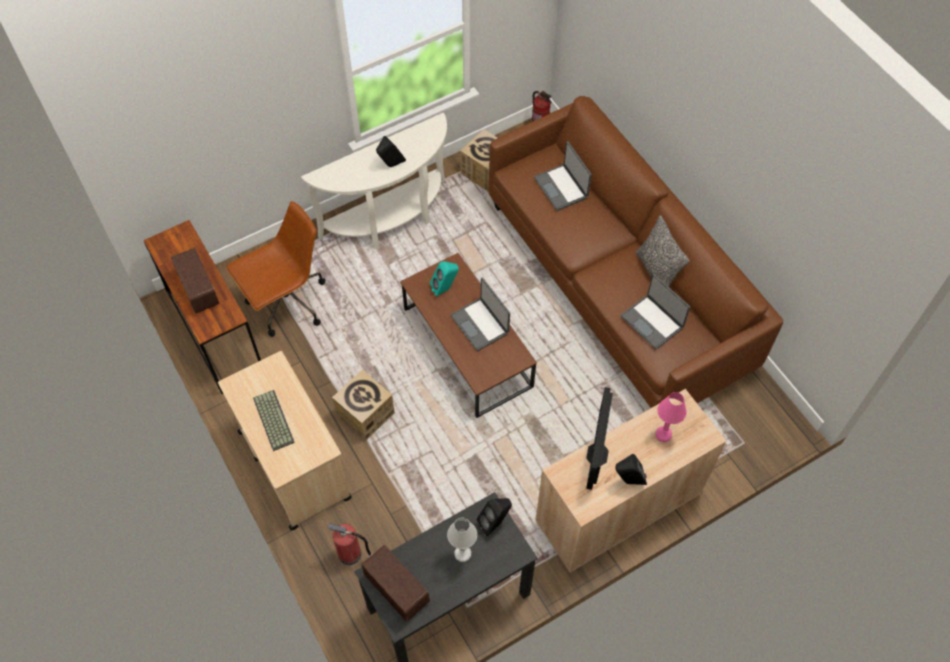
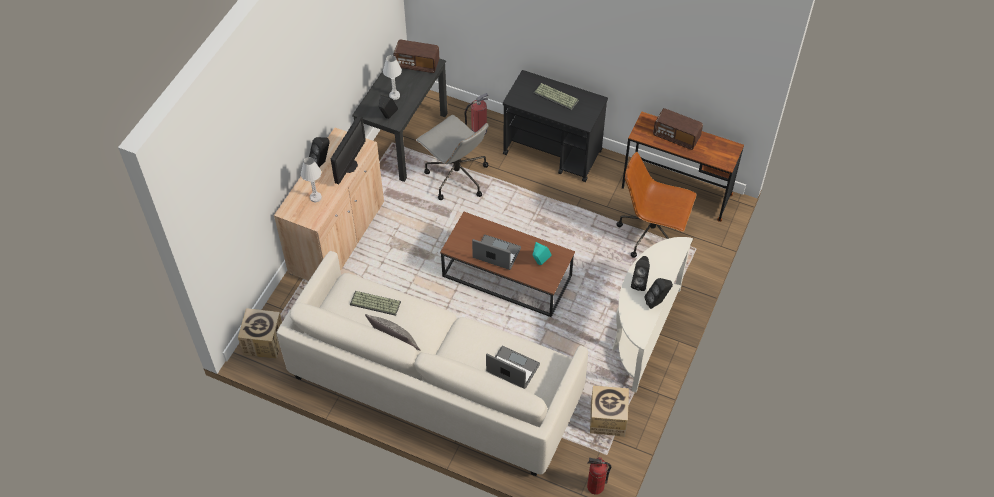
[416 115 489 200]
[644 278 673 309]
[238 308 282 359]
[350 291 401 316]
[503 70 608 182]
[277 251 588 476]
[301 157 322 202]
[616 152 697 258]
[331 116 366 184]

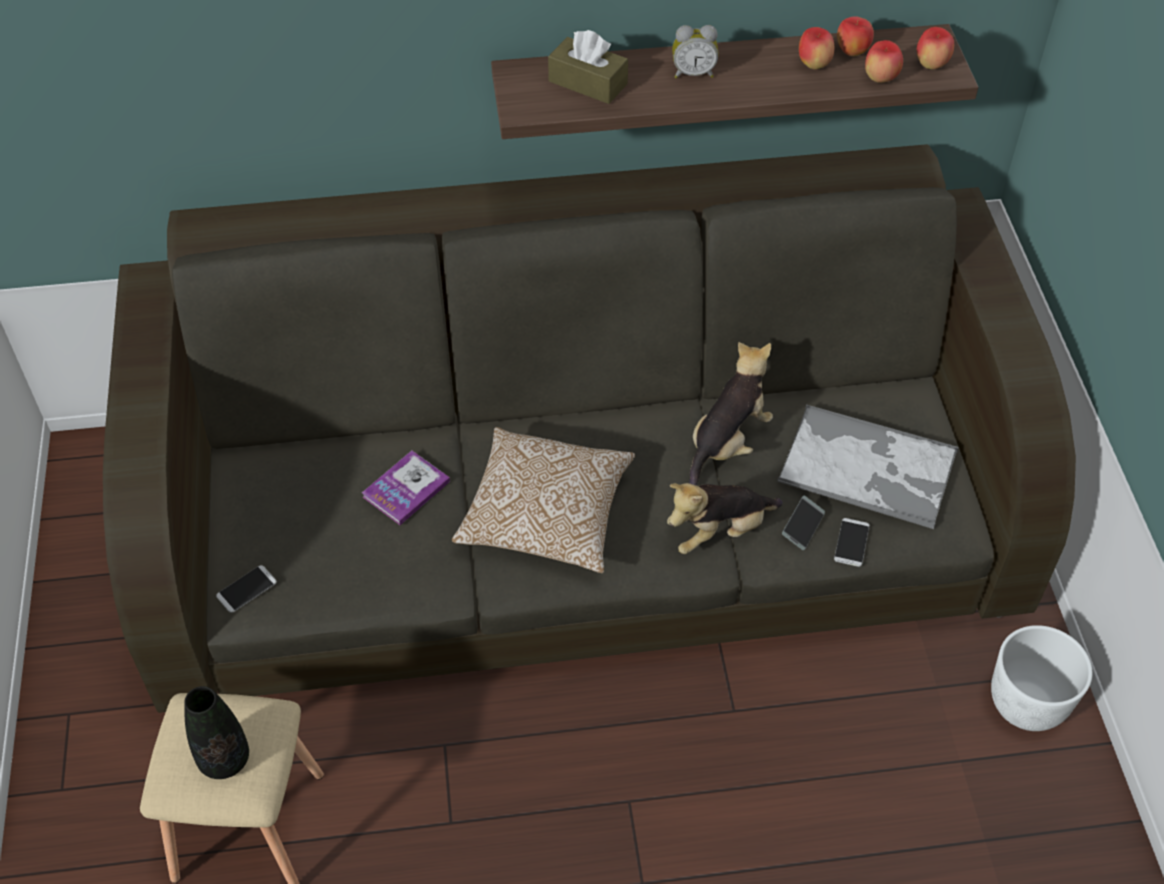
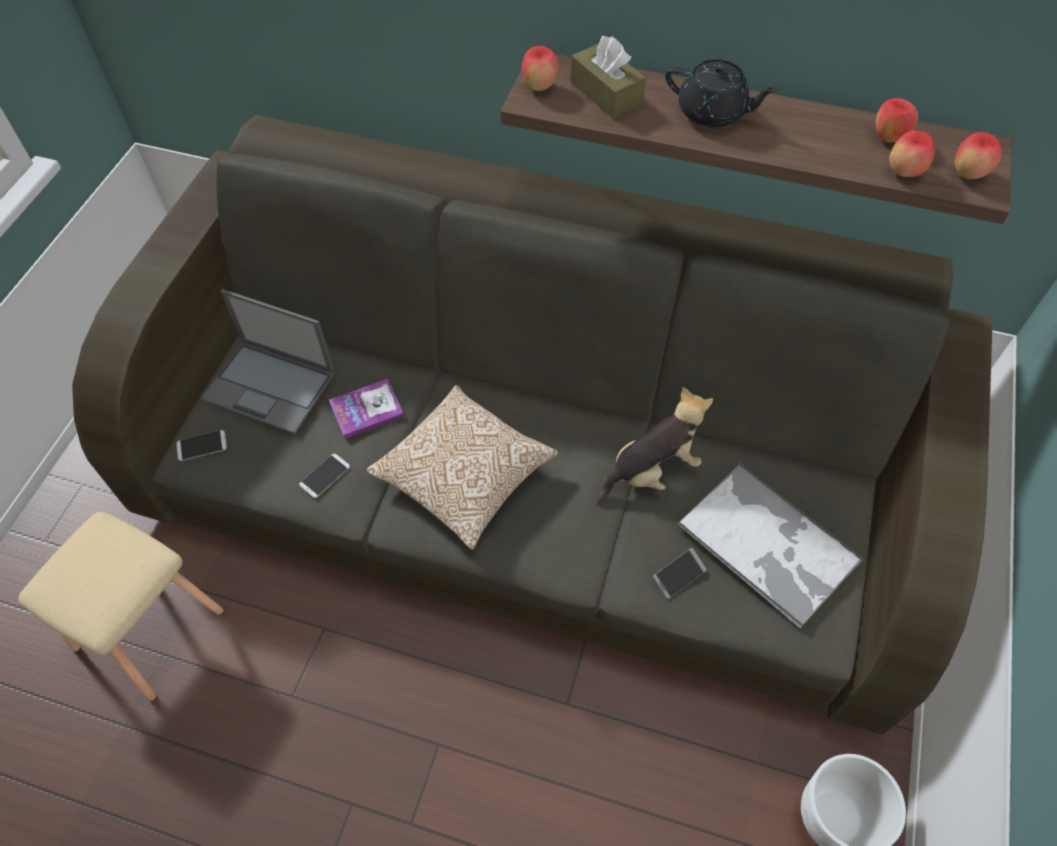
[184 686 249 779] (first image)
[667 483 783 554] (first image)
[201 289 335 434]
[522 46 559 91]
[299 454 350 498]
[665 59 779 128]

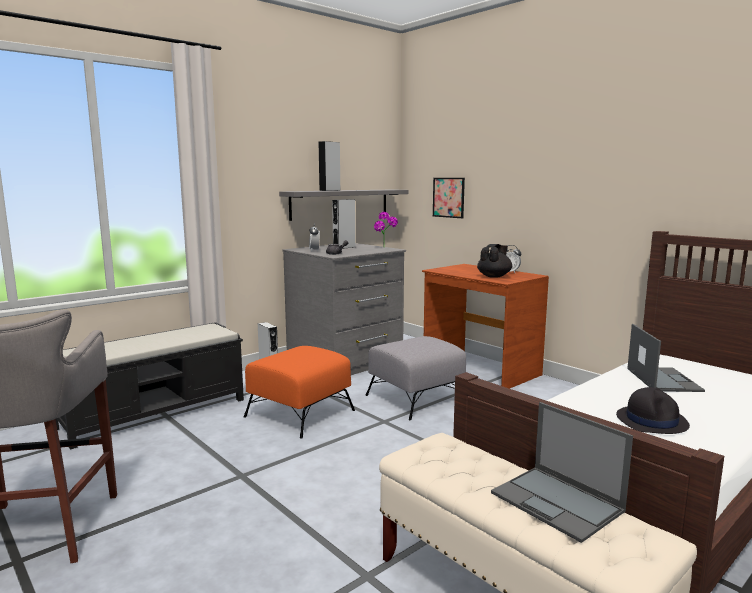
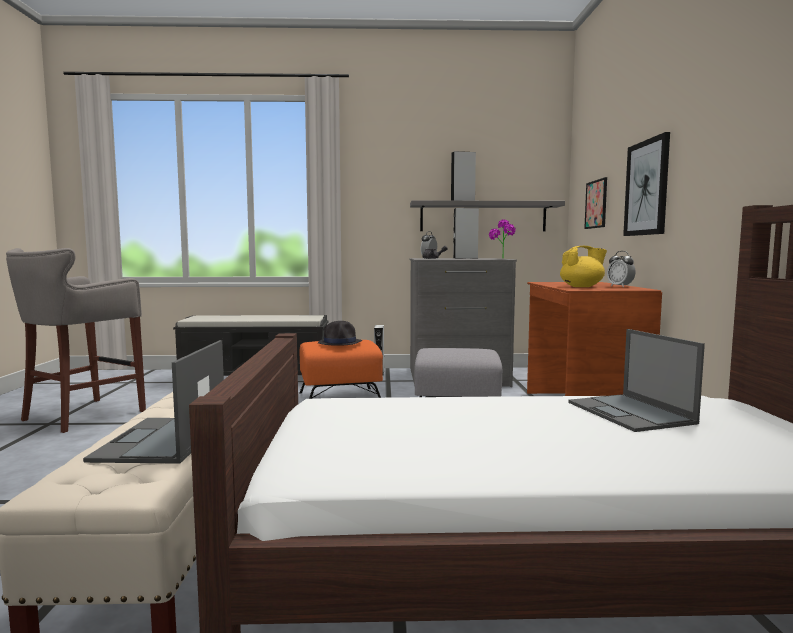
[623 132 670 236]
[318 321 362 346]
[560 246 607 287]
[568 329 705 432]

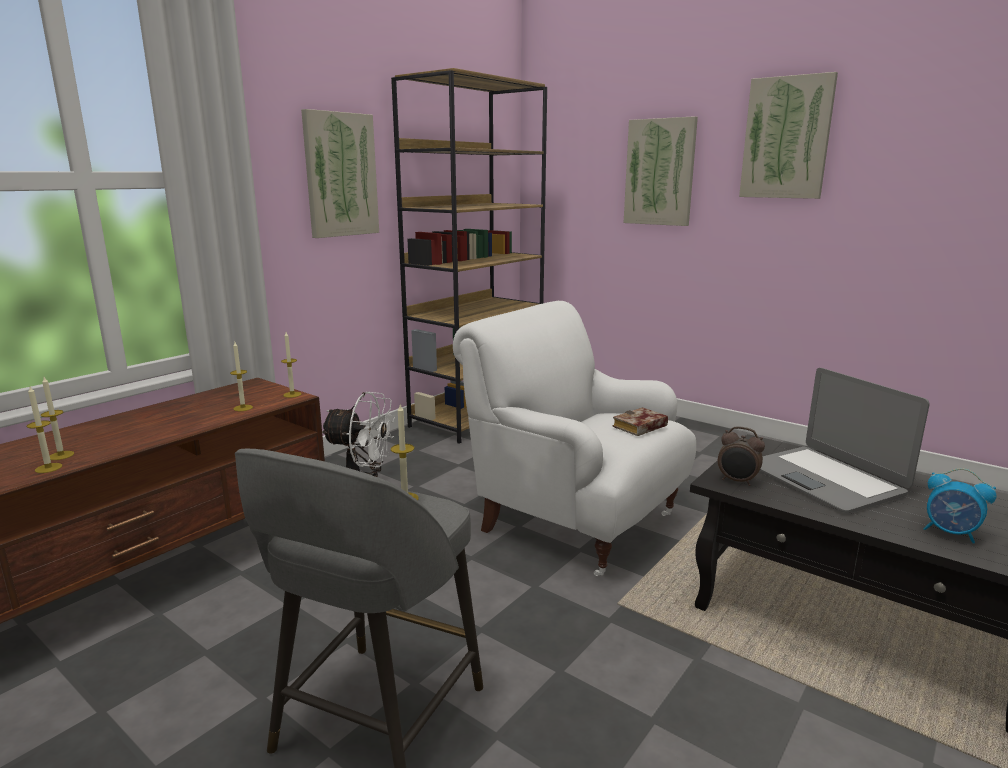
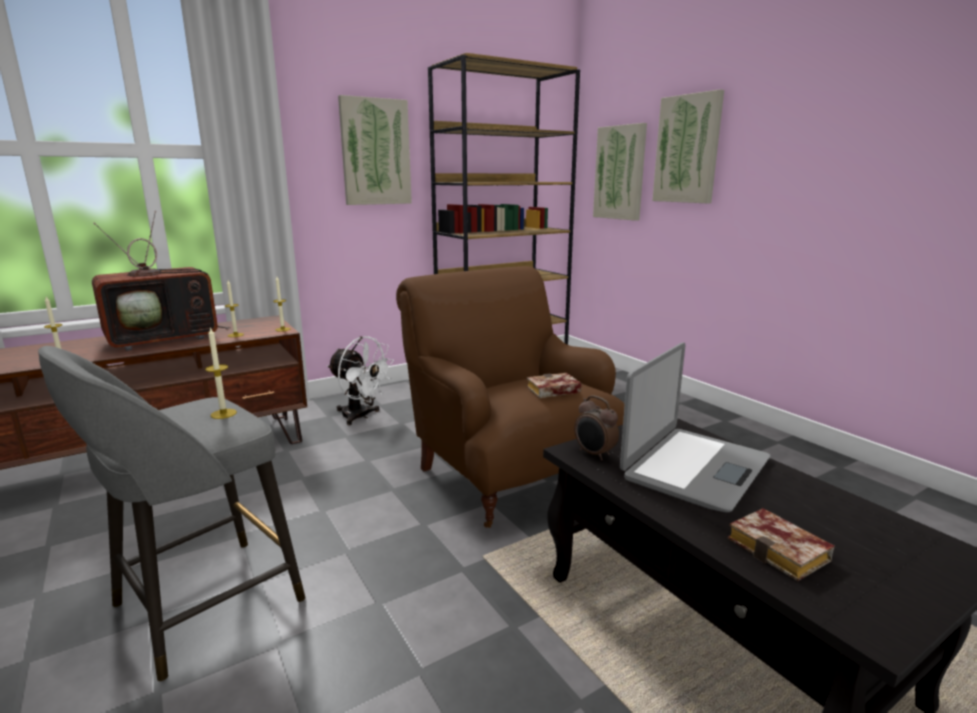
[41 377 74 460] (first image)
[92 211 230 351]
[593 123 647 221]
[727 508 835 581]
[396 266 625 528]
[620 343 770 512]

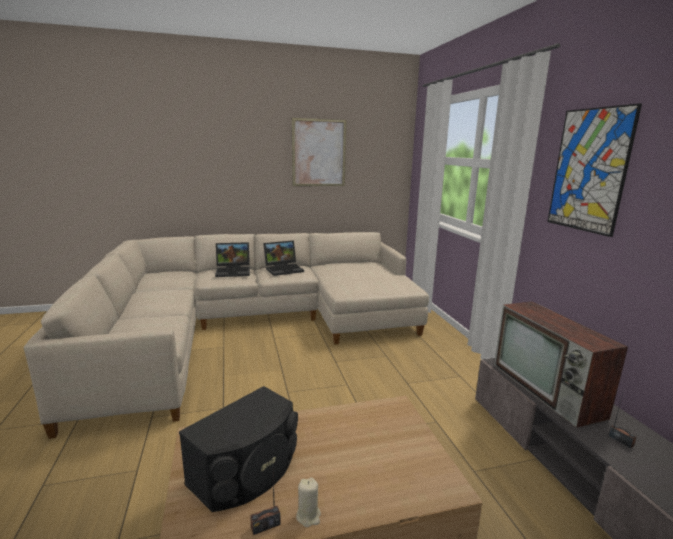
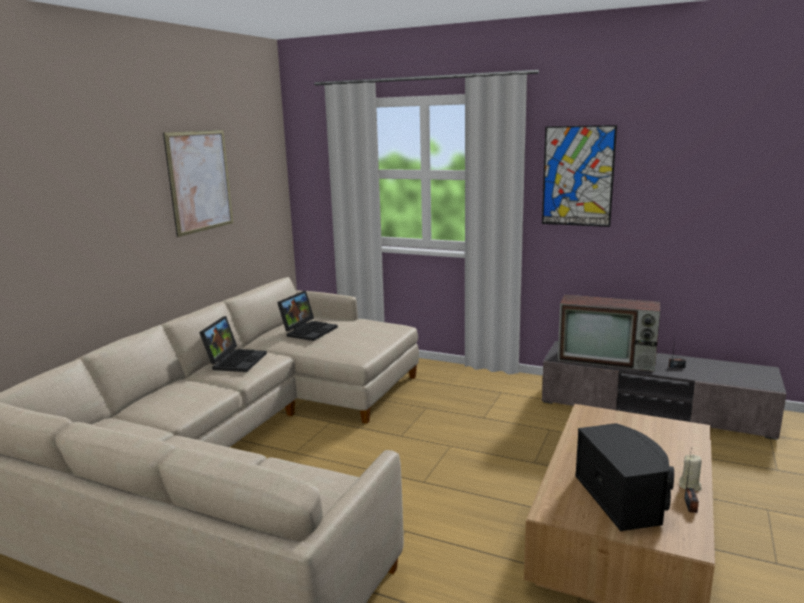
[277 291 338 341]

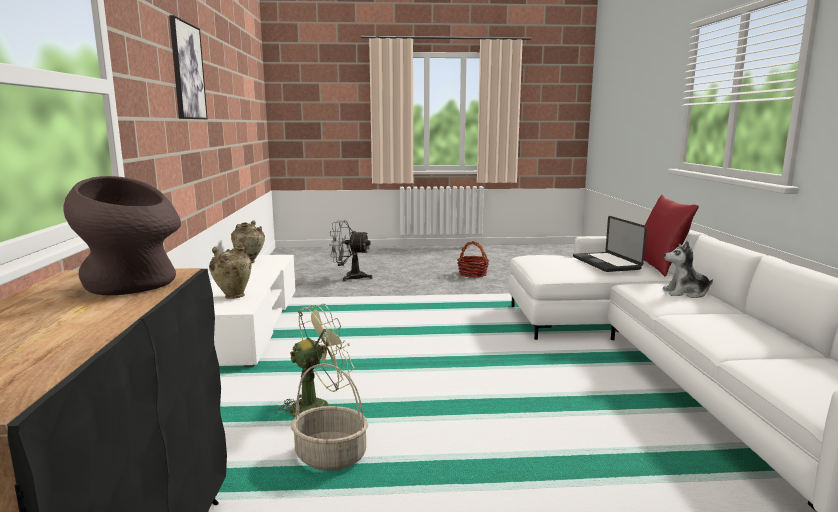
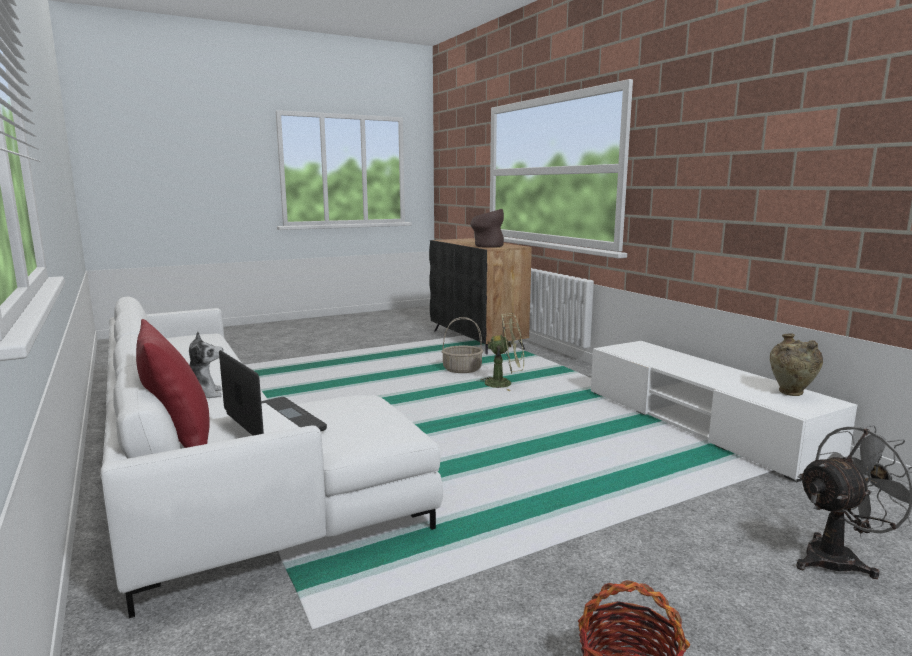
[169 15 208 119] (first image)
[209 246 252 299] (first image)
[477 313 524 391]

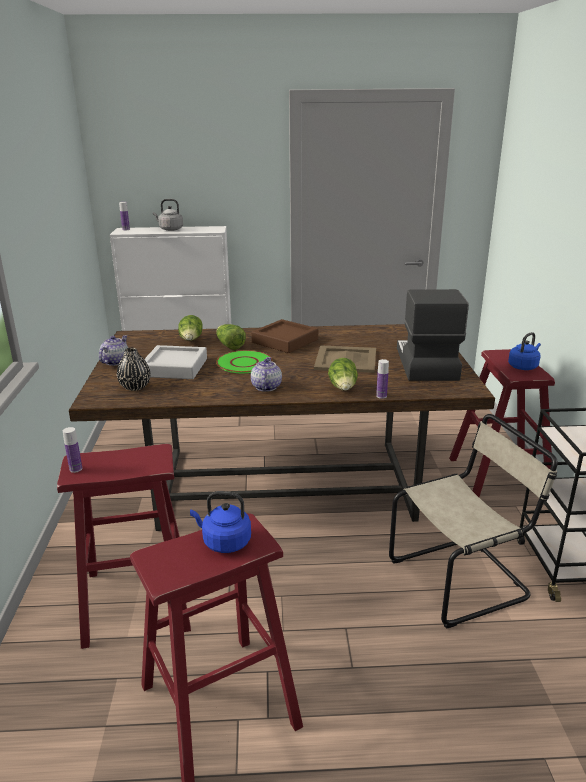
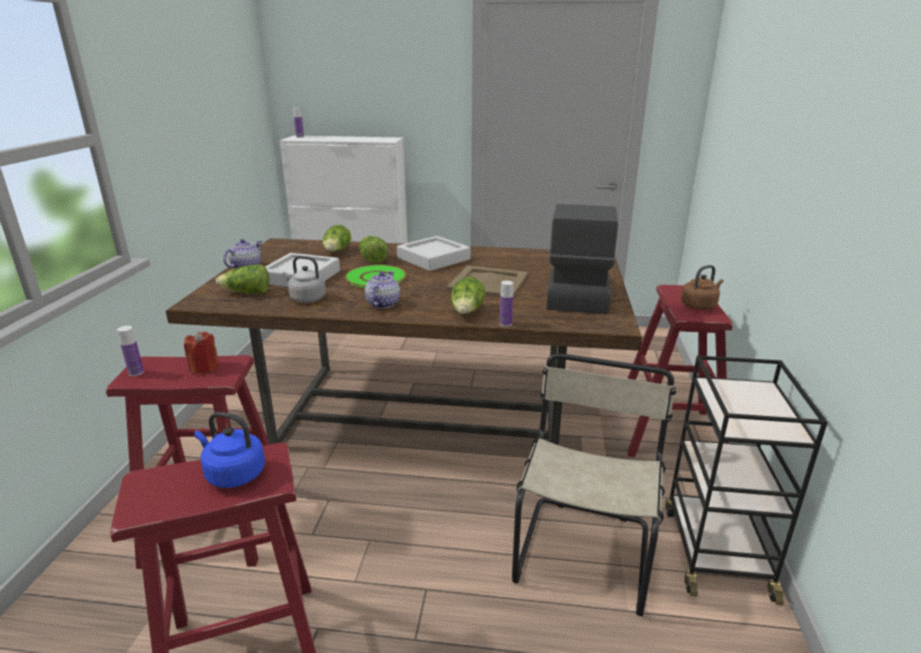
[184 331 219 374]
[283 256 326 303]
[216 265 269 294]
[397 236 471 271]
[681 265 723 310]
[512 353 676 616]

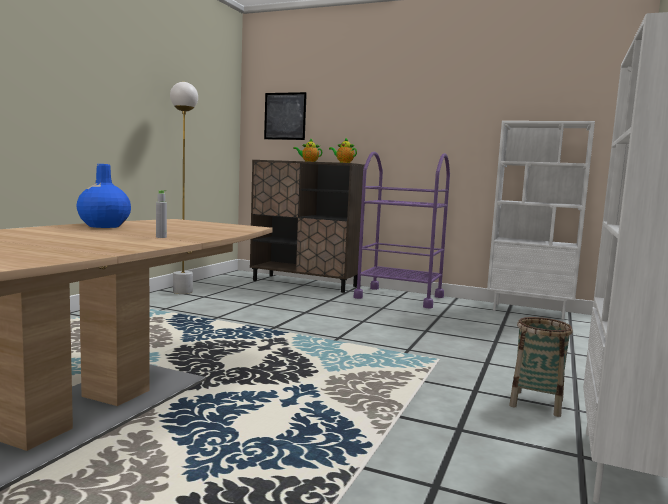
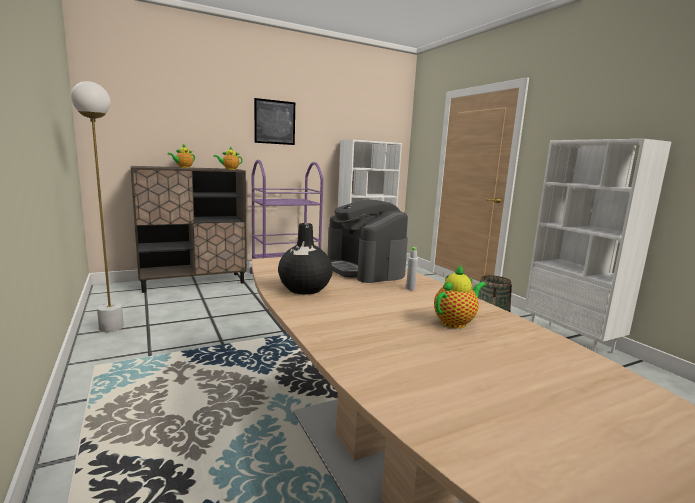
[328 200 408 283]
[434 265 486 328]
[254 98 295 145]
[278 223 333 294]

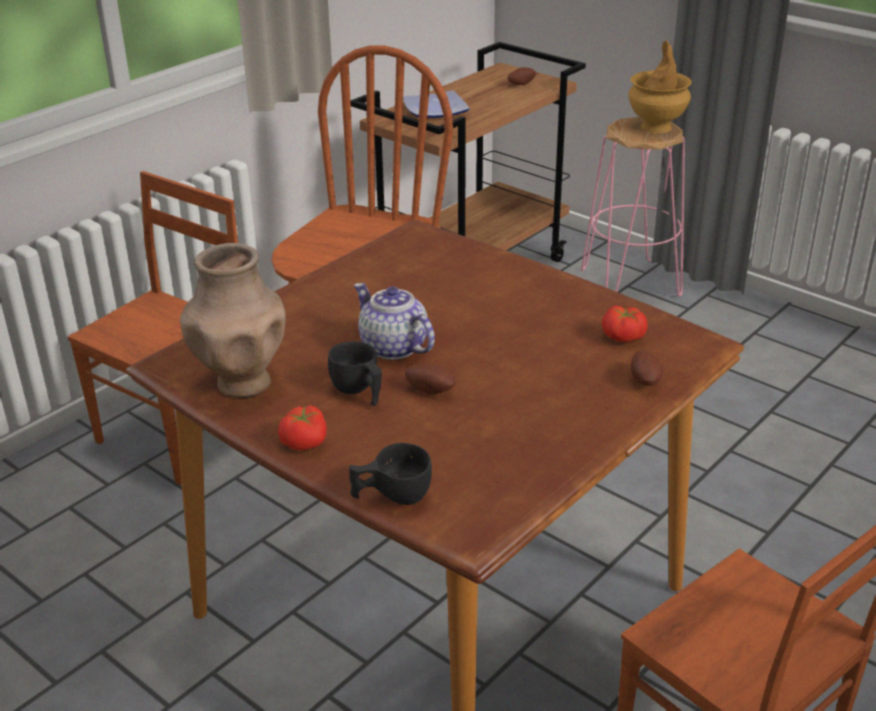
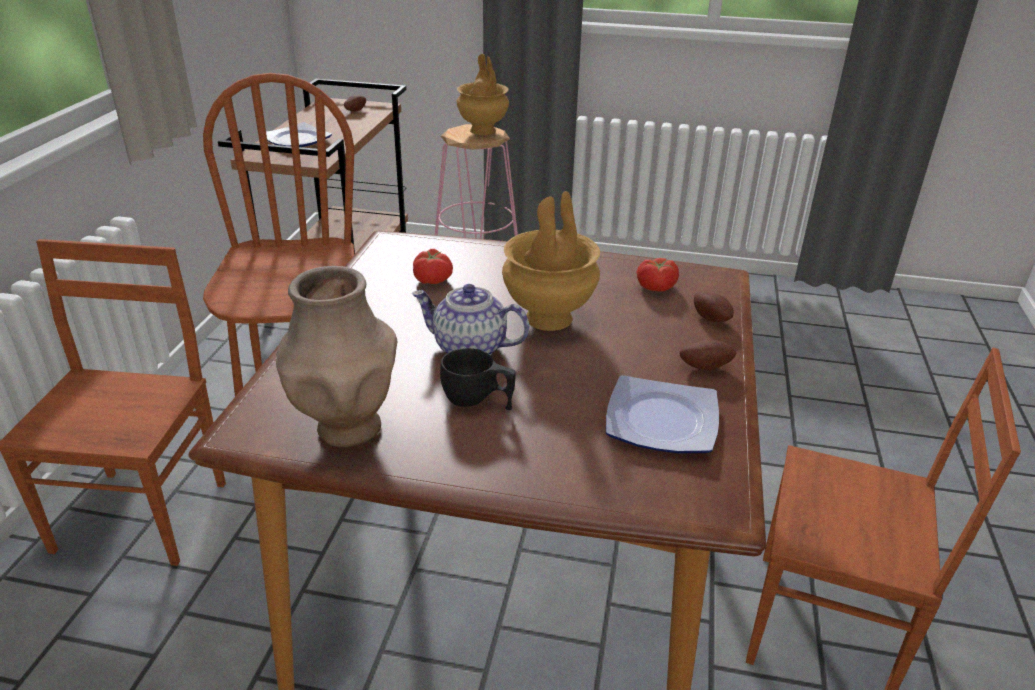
[349 443 432 505] (first image)
[502 191 600 331]
[606 375 719 453]
[413 249 453 284]
[680 339 736 370]

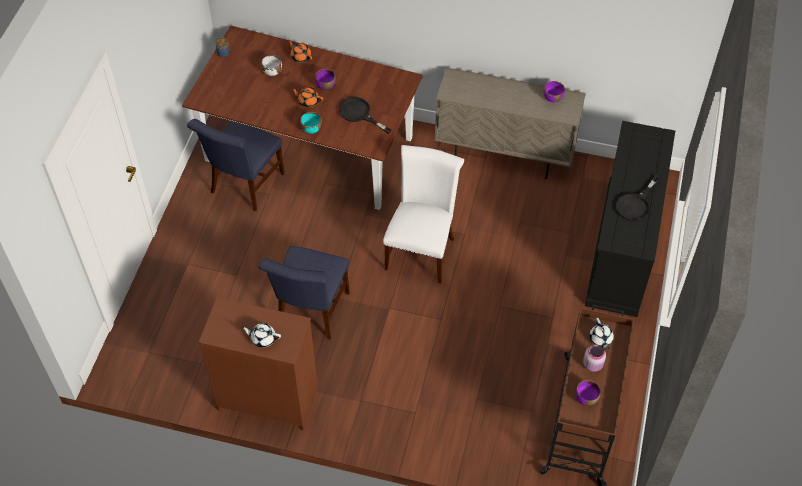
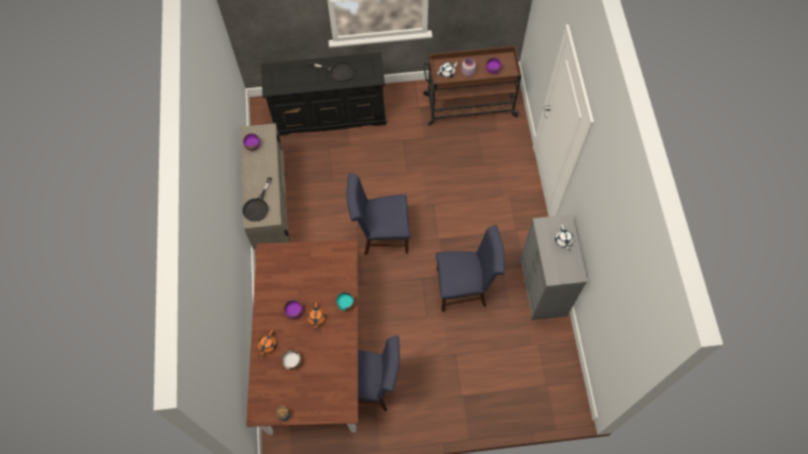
[242 177 272 222]
[519 214 588 320]
[346 174 410 255]

